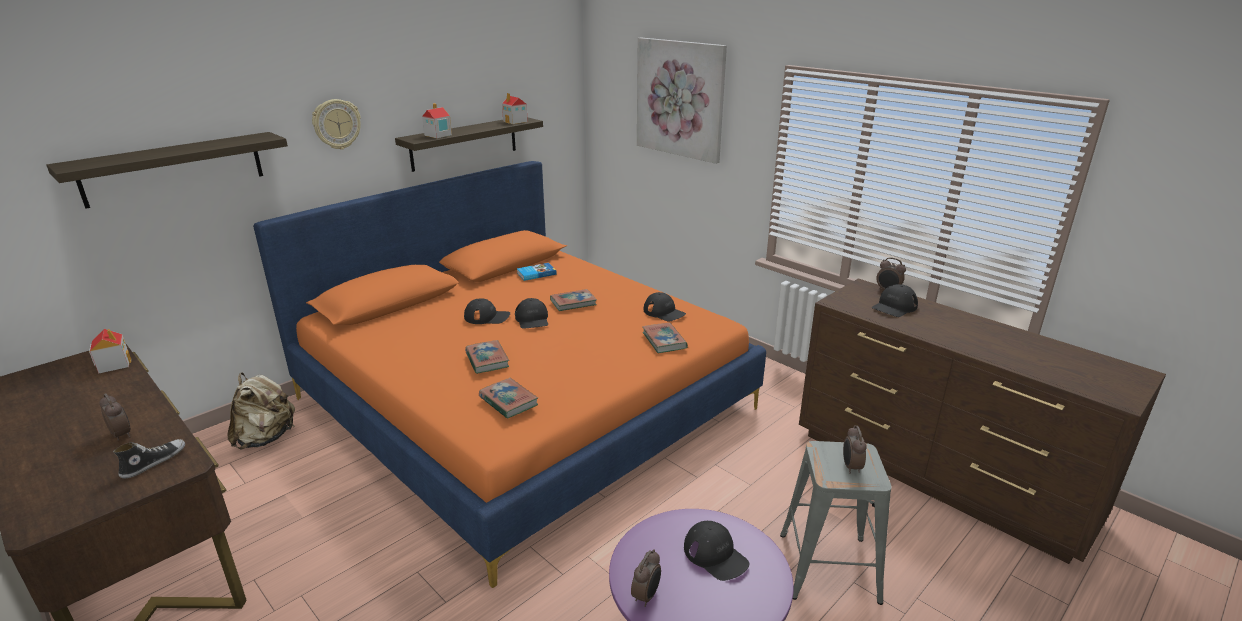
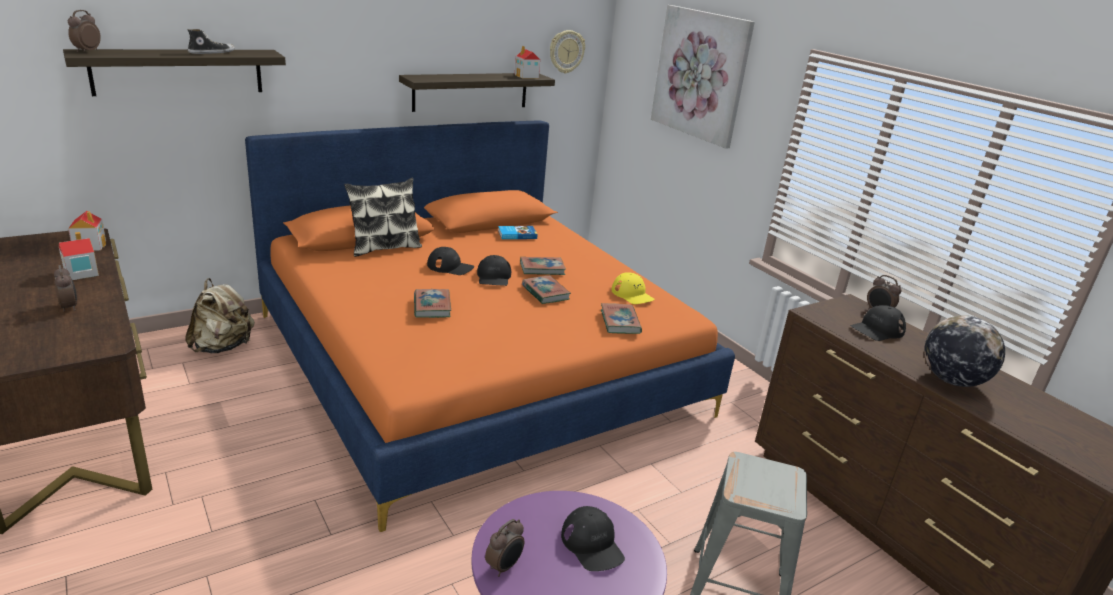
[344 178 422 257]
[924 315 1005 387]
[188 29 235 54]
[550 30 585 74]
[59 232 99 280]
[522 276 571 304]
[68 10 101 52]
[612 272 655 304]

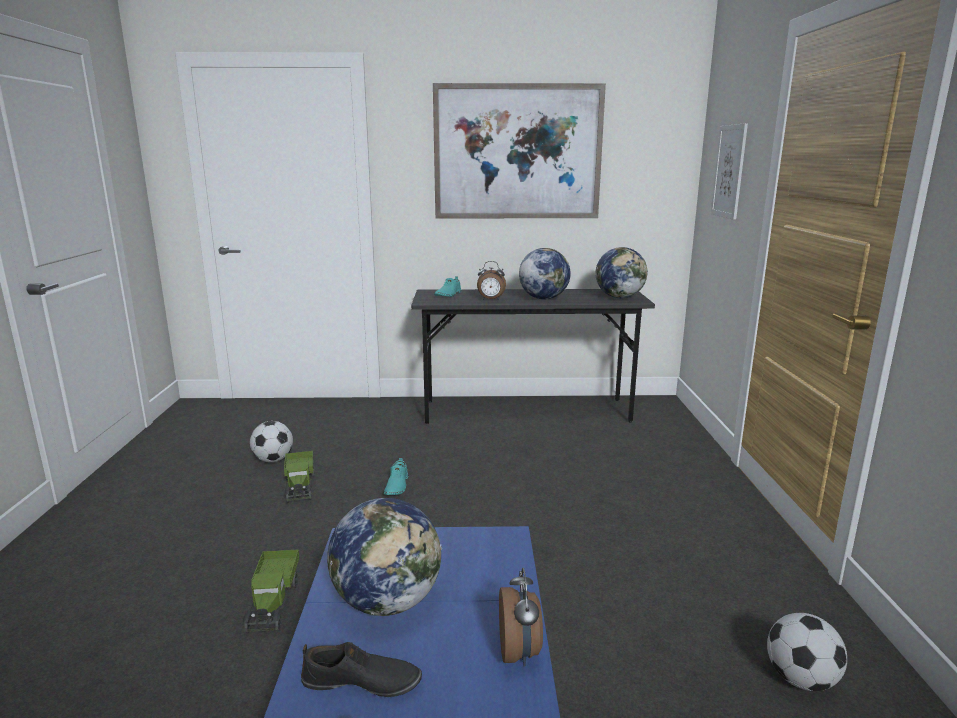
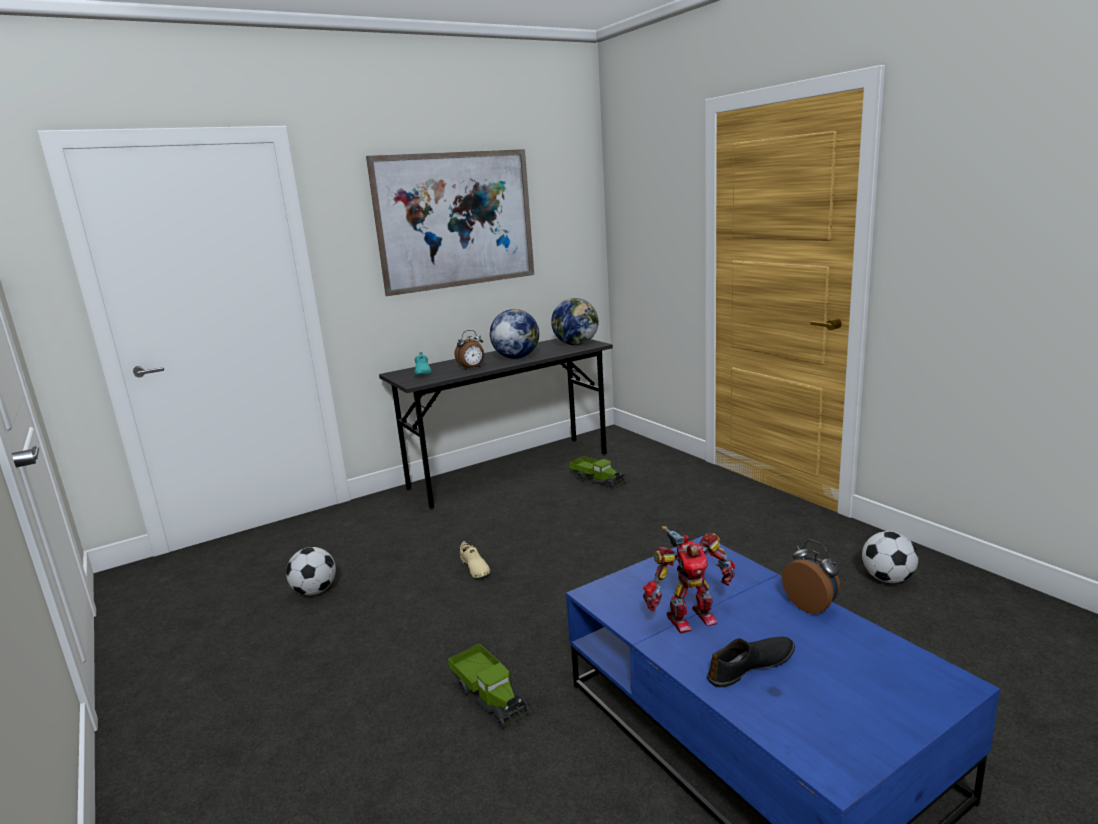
[711 123 748 220] (first image)
[569 456 626 490]
[643 526 735 634]
[460 540 491 578]

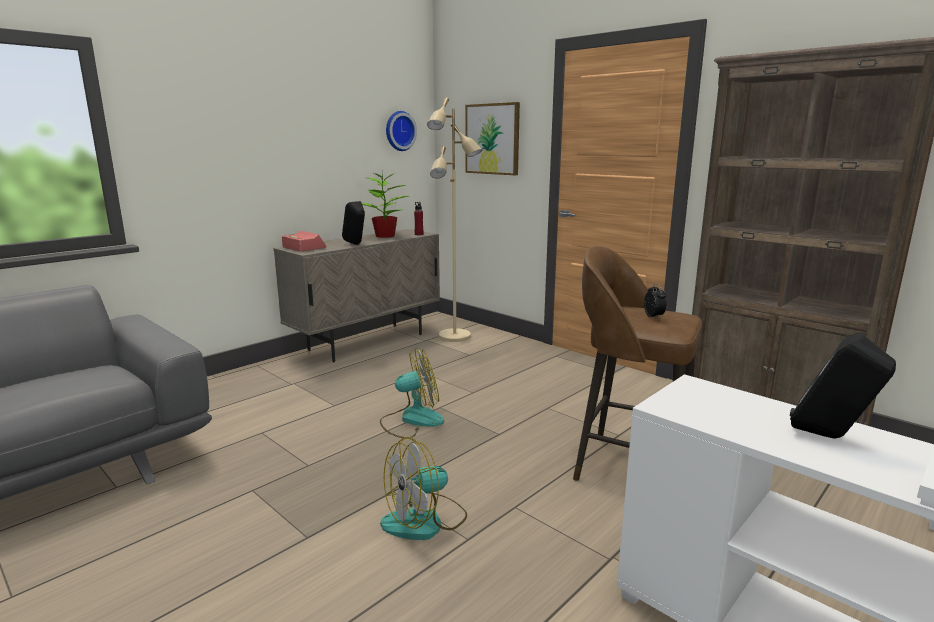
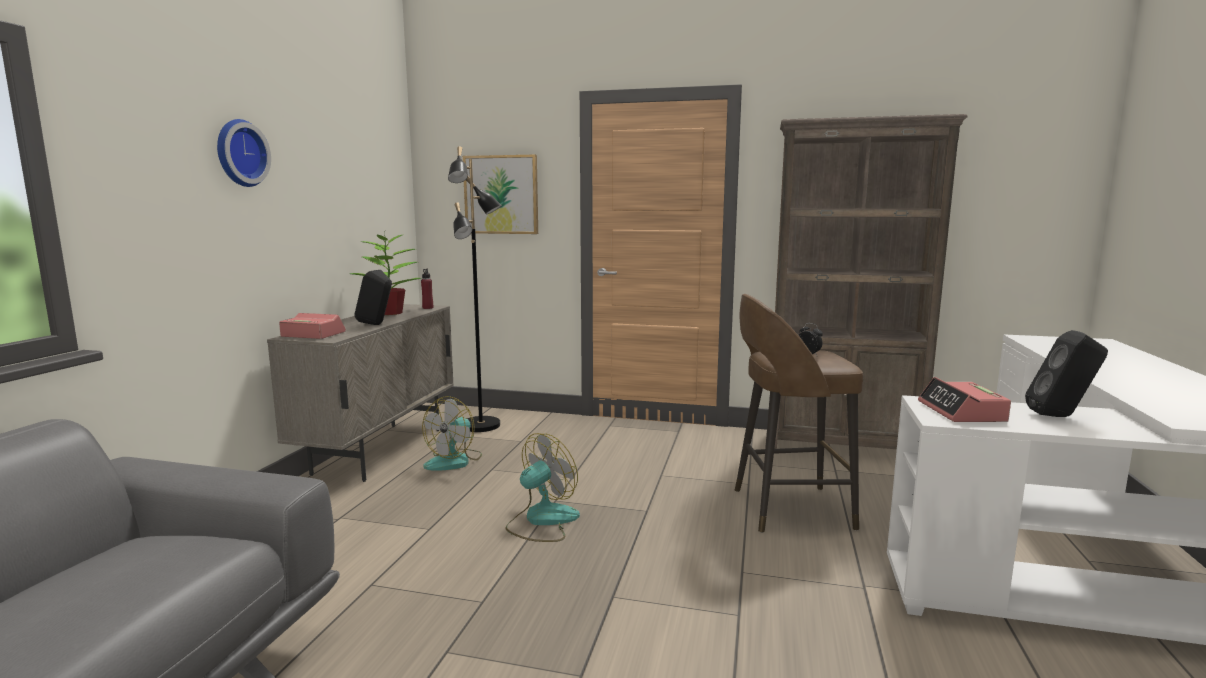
[918 377 1011 422]
[422 396 482 471]
[217 119 271 187]
[448 146 502 432]

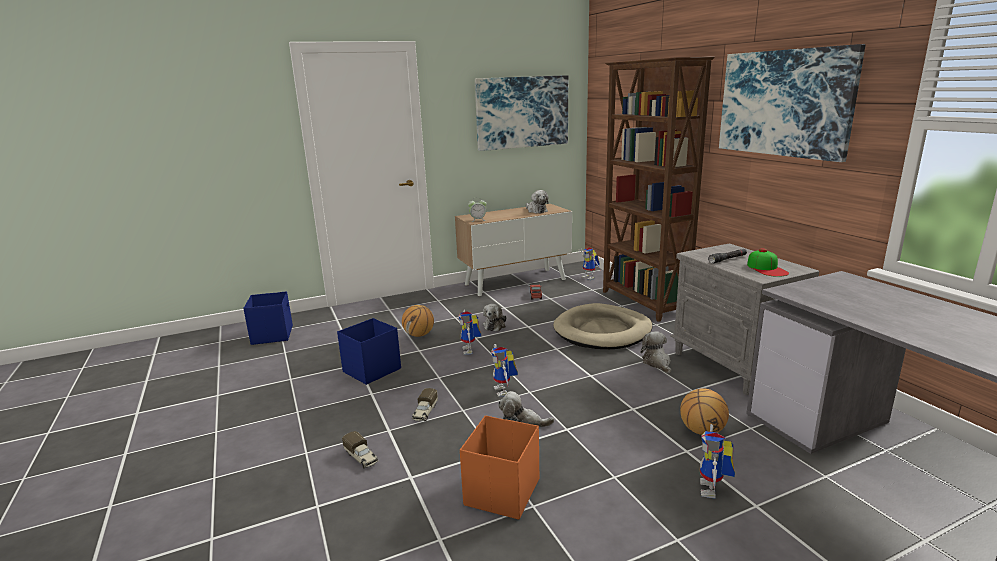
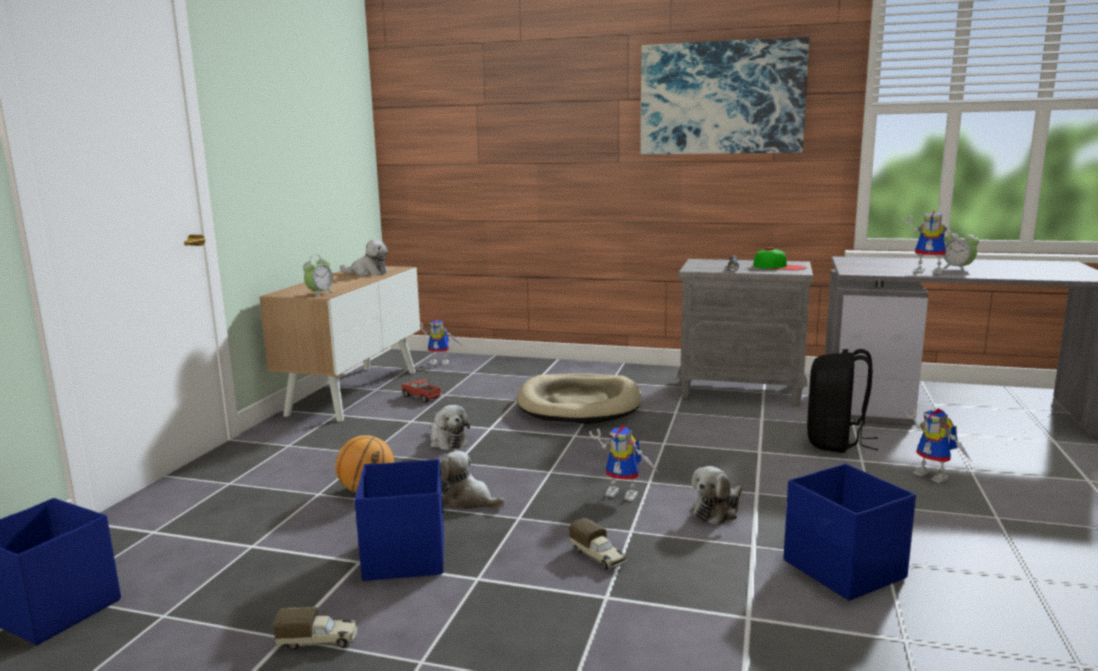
[475 75 568 151] (first image)
[603 57 715 322] (first image)
[941 229 979 272]
[273 607 358 650]
[902 211 967 274]
[440 451 505 509]
[807 349 879 453]
[784 464 916 601]

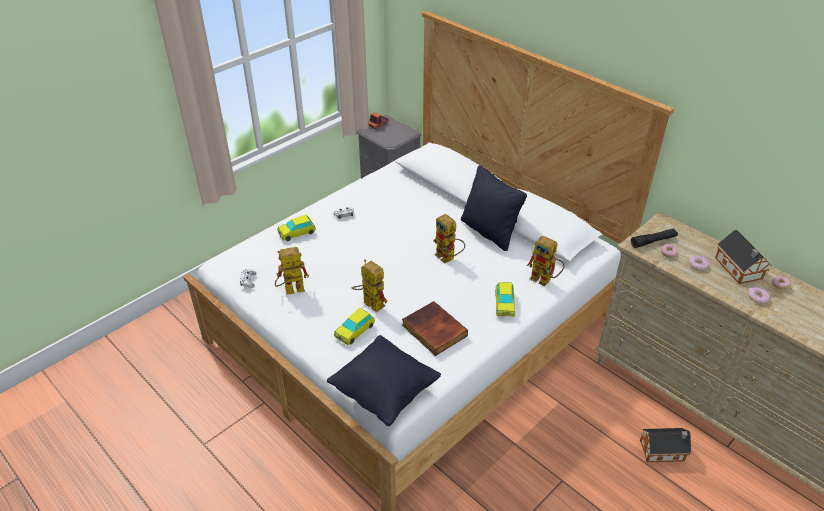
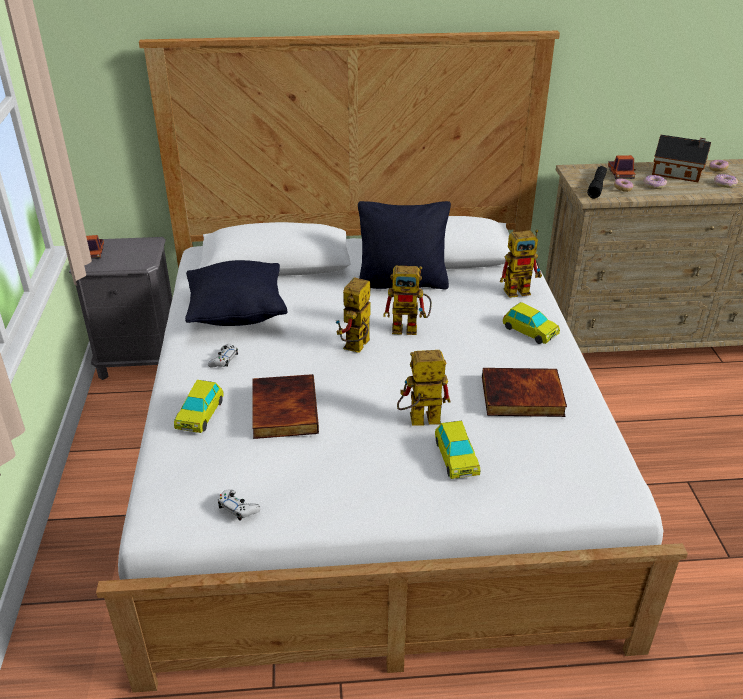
[640 428 691 462] (first image)
[253 374 319 439]
[608 155 636 179]
[336 277 371 353]
[185 260 288 326]

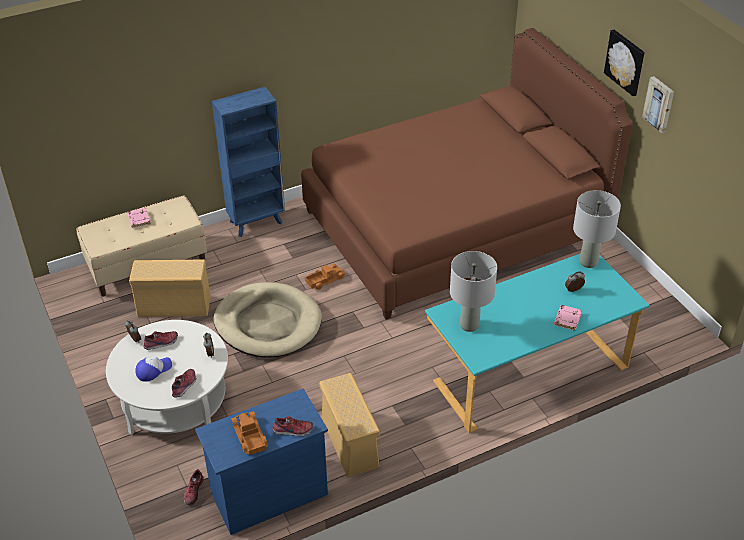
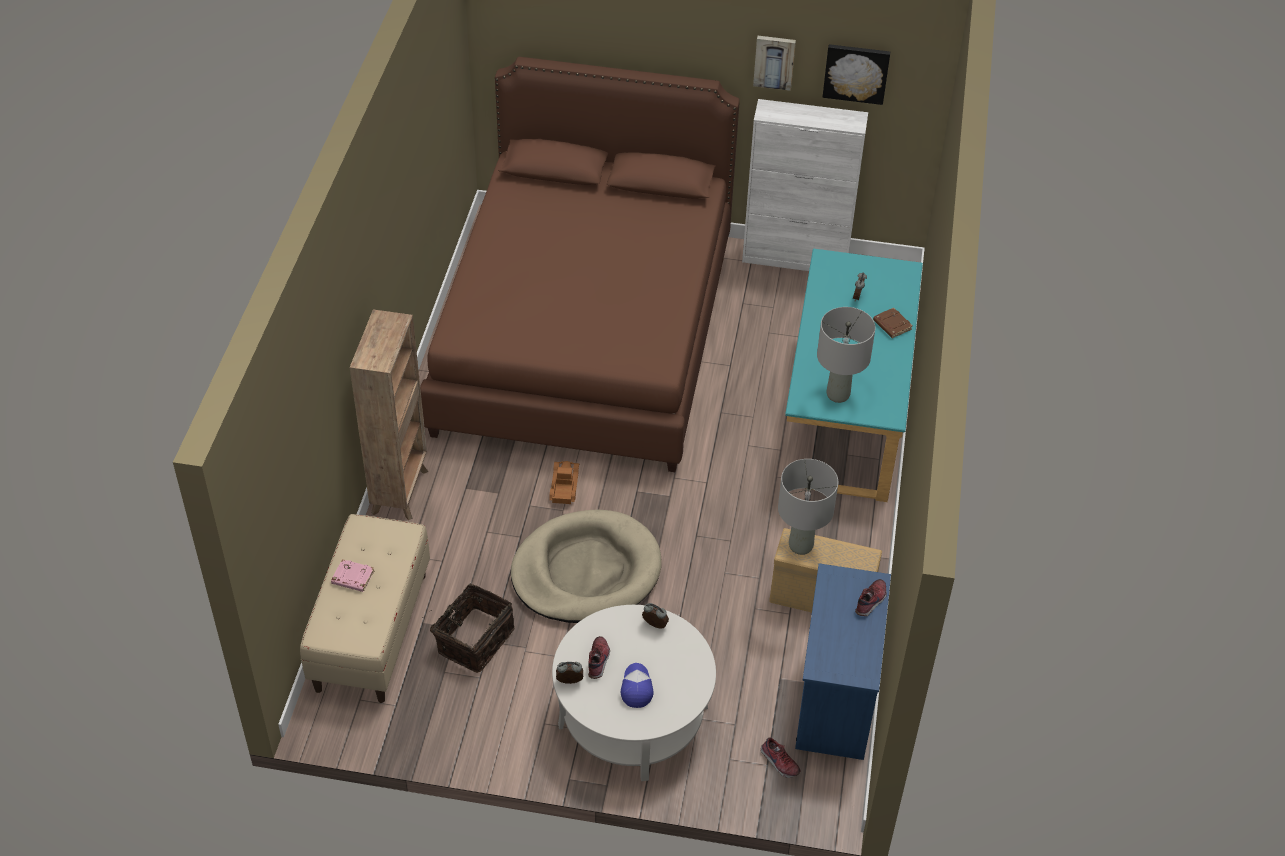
[172 369 196 397] (first image)
[231 411 268 455] (first image)
[742 99 868 271]
[778 459 838 555]
[823 44 890 105]
[430 583 514 673]
[350 309 428 520]
[873 308 912 338]

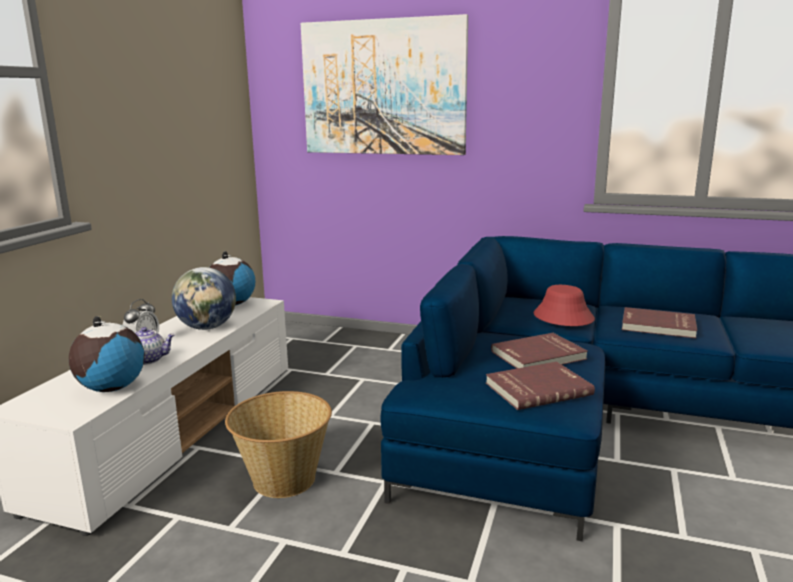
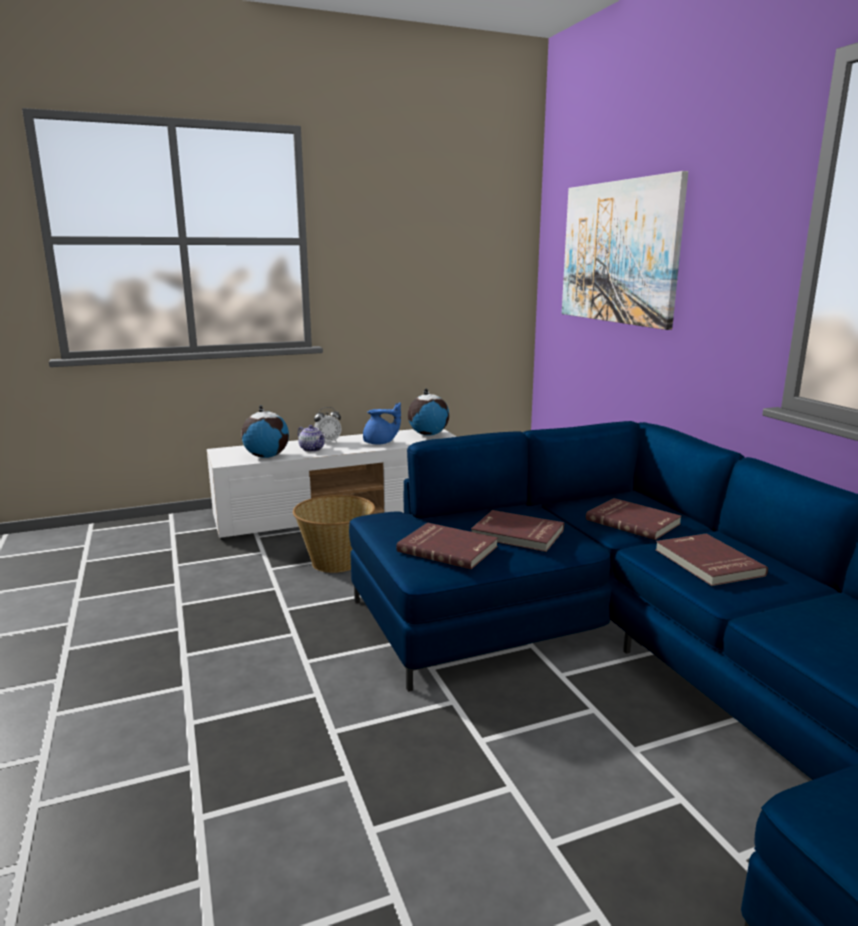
[363 402 401 444]
[586 498 682 540]

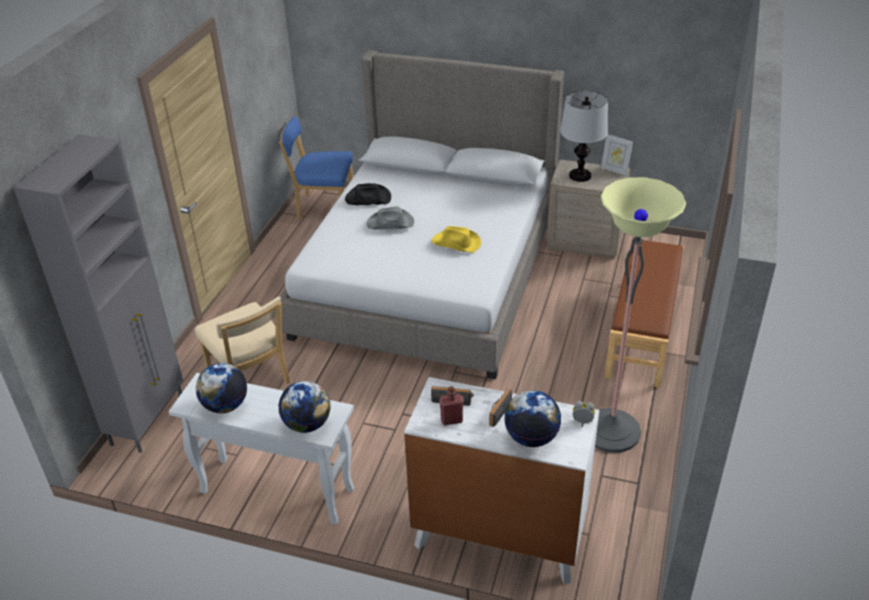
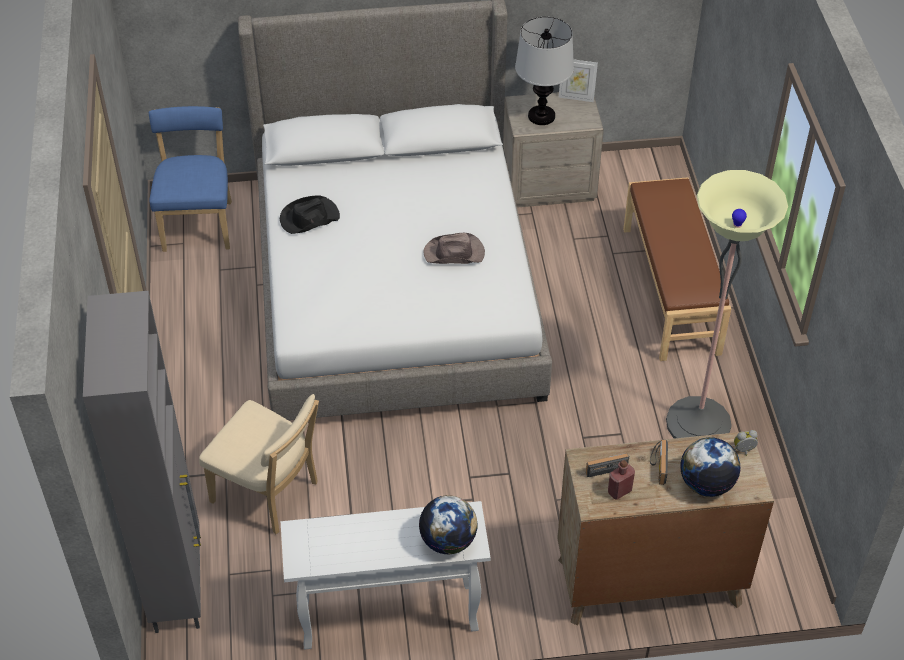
[196 363 247 413] (first image)
[366 206 414 230] (first image)
[557 432 774 625]
[424 233 485 264]
[149 106 232 252]

